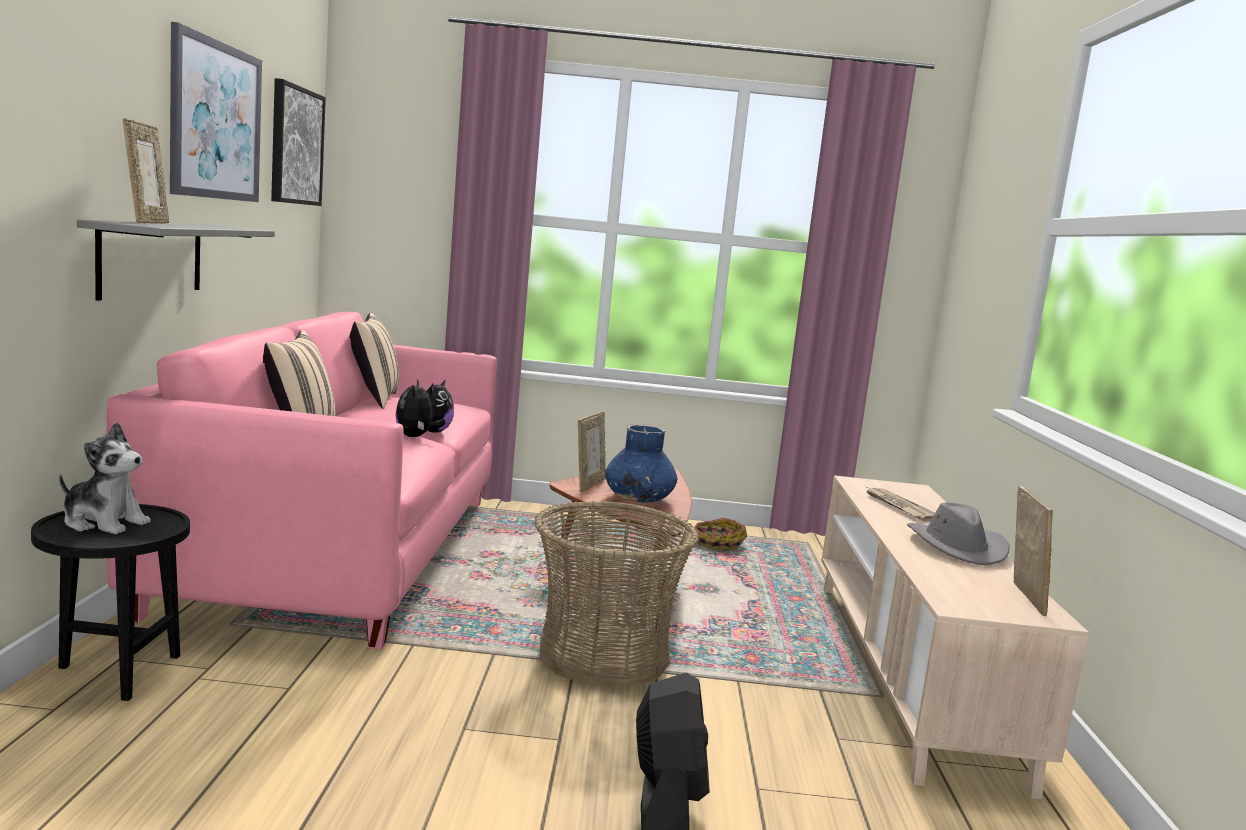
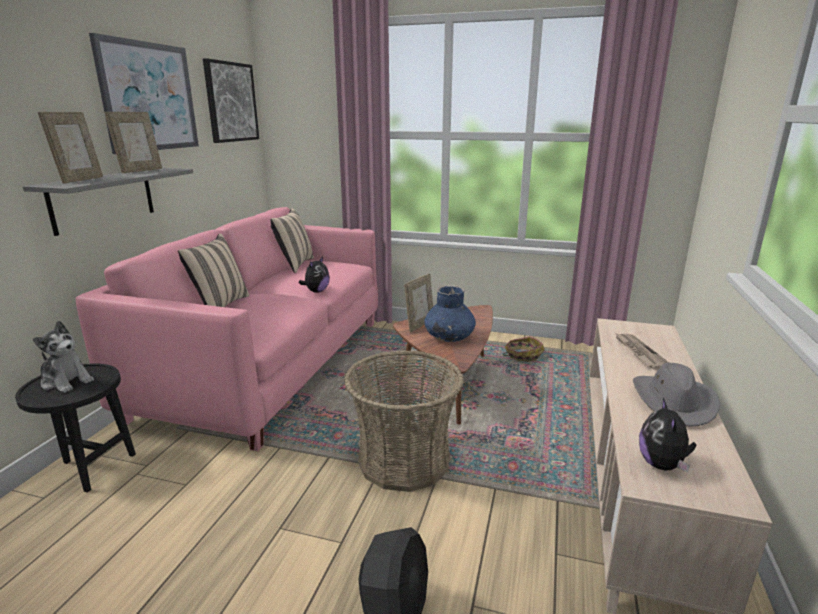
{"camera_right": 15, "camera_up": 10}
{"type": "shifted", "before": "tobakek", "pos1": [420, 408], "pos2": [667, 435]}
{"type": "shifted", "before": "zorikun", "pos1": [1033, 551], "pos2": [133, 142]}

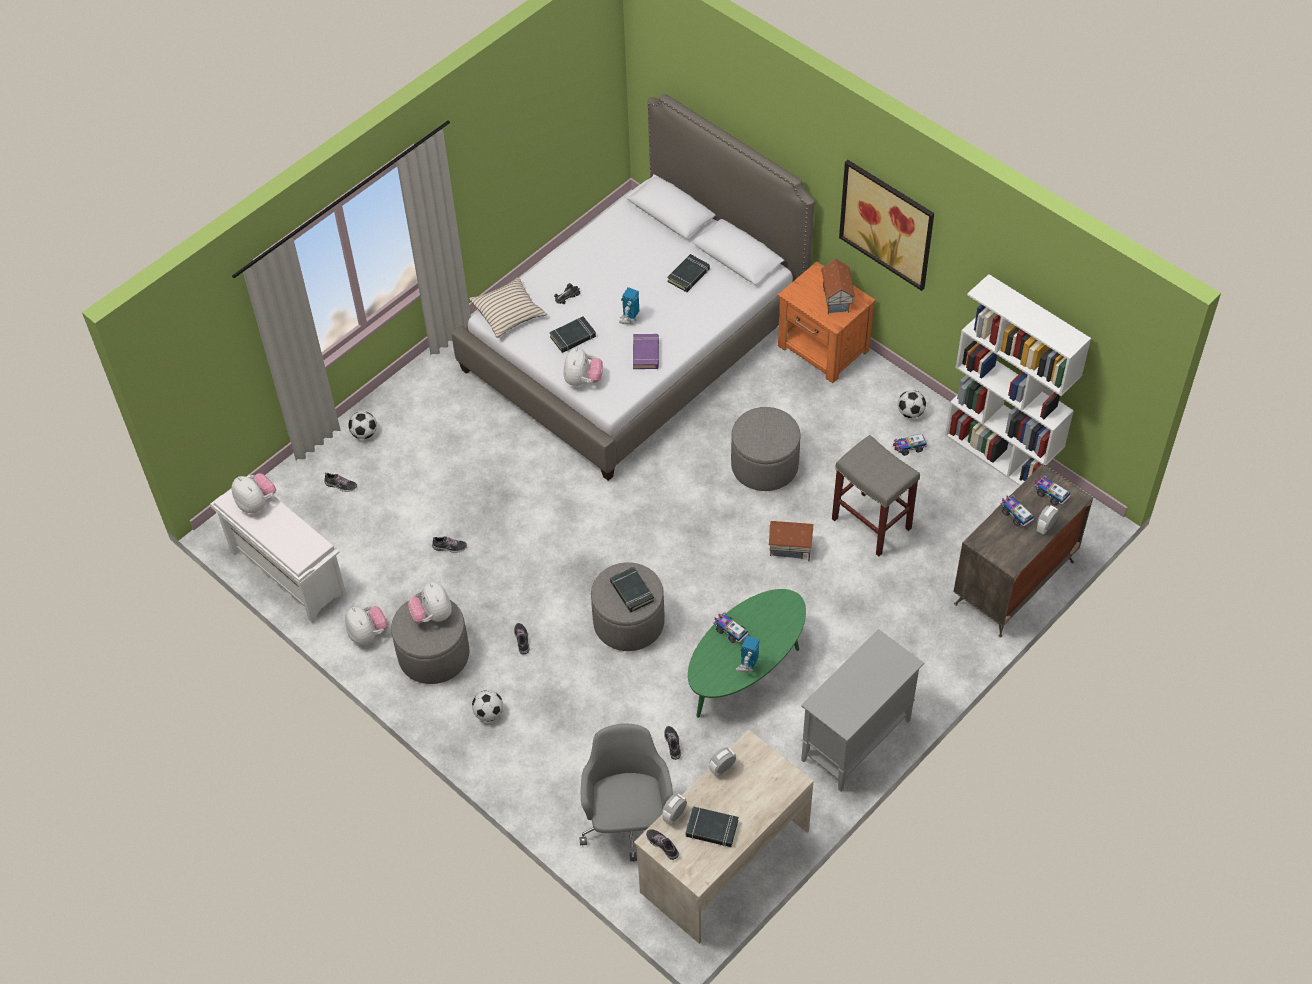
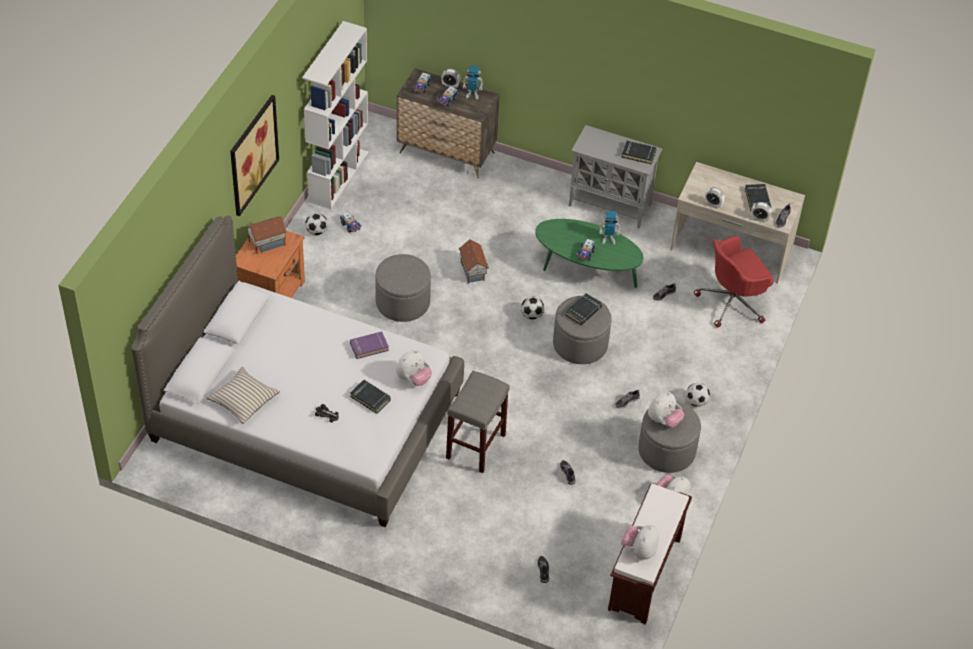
{"camera_right": -115, "camera_up": -5}
{"type": "shifted", "before": "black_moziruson", "pos1": [688, 273], "pos2": [639, 152]}
{"type": "shifted", "before": "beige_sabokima", "pos1": [508, 307], "pos2": [243, 395]}
{"type": "shifted", "before": "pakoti", "pos1": [629, 305], "pos2": [473, 83]}
{"type": "rotated", "before": "tobakek", "pos1": [583, 366], "pos2": [414, 368], "turn": 150}
{"type": "shifted", "before": "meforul", "pos1": [362, 425], "pos2": [532, 307]}
{"type": "shifted", "before": "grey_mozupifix", "pos1": [876, 495], "pos2": [477, 421]}
{"type": "repainted", "before": "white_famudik", "after": "brown_famudik", "pos1": [278, 549], "pos2": [650, 554]}
{"type": "repainted", "before": "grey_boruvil", "after": "red_boruvil", "pos1": [626, 792], "pos2": [734, 282]}

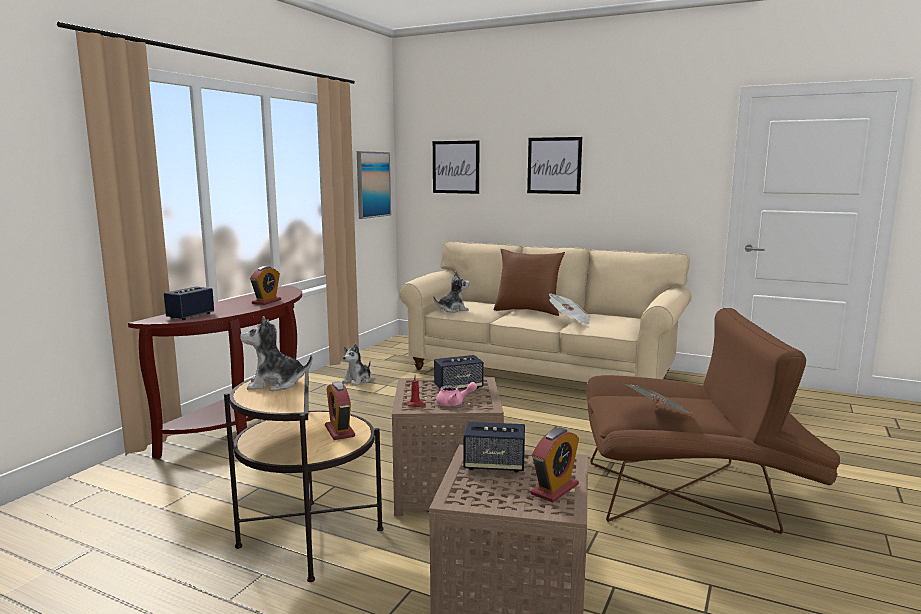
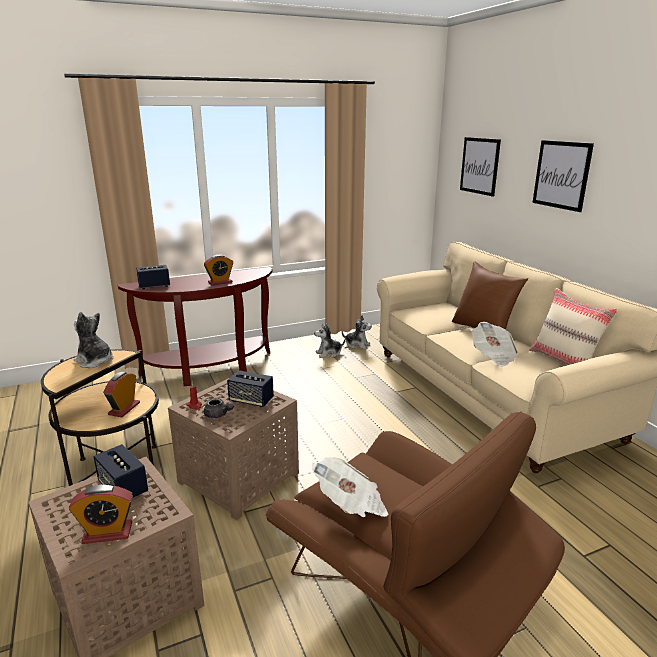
{"camera_right": 40, "camera_up": 10}
{"type": "gone", "before": "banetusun", "pos1": [374, 185]}
{"type": "shifted", "before": "tobakek", "pos1": [452, 292], "pos2": [357, 332]}
{"type": "repainted", "before": "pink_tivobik", "after": "grey_tivobik", "pos1": [456, 394], "pos2": [219, 408]}
{"type": "new", "after": "beige_sabokima", "pos2": [573, 326]}

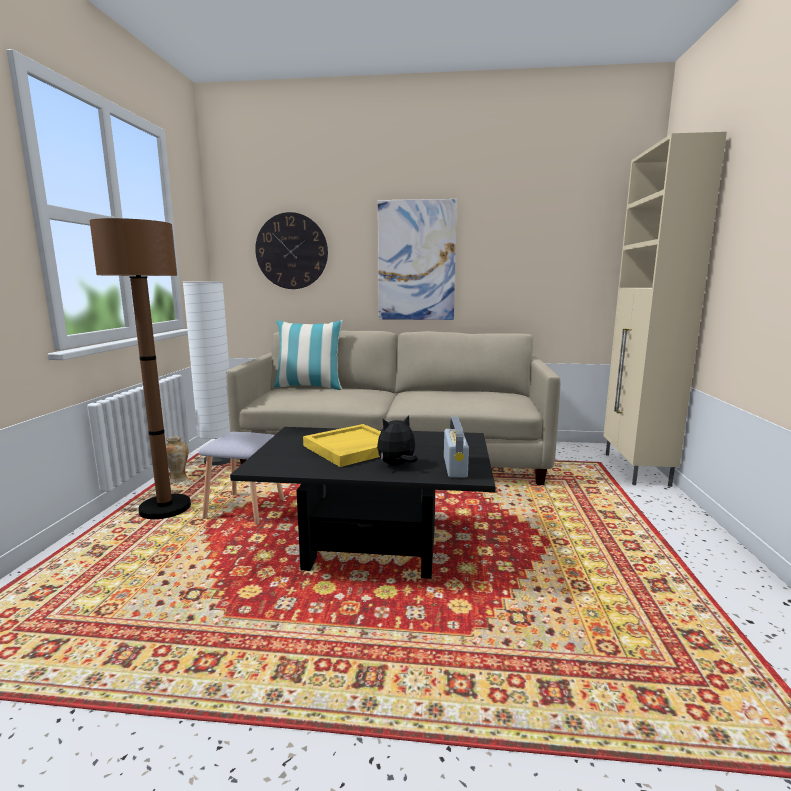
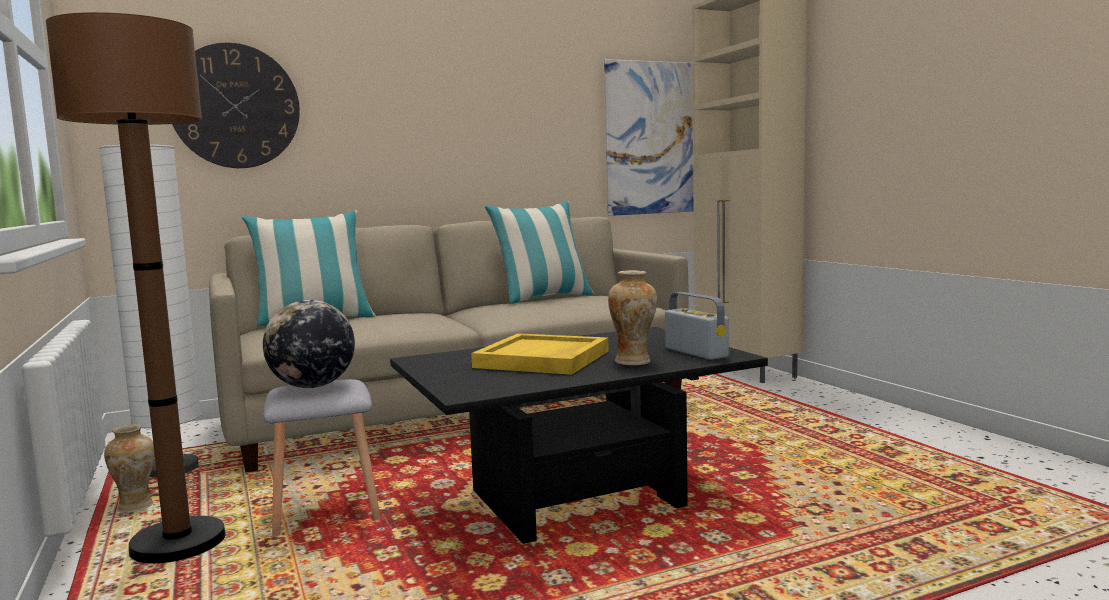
{"camera_right": -30, "camera_up": -5}
{"type": "shifted", "before": "banetusun", "pos1": [417, 259], "pos2": [648, 137]}
{"type": "swapped", "before": "tobakek", "after": "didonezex", "pos1": [397, 440], "pos2": [632, 317]}
{"type": "new", "after": "sabokima", "pos2": [539, 252]}
{"type": "new", "after": "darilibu", "pos2": [309, 344]}

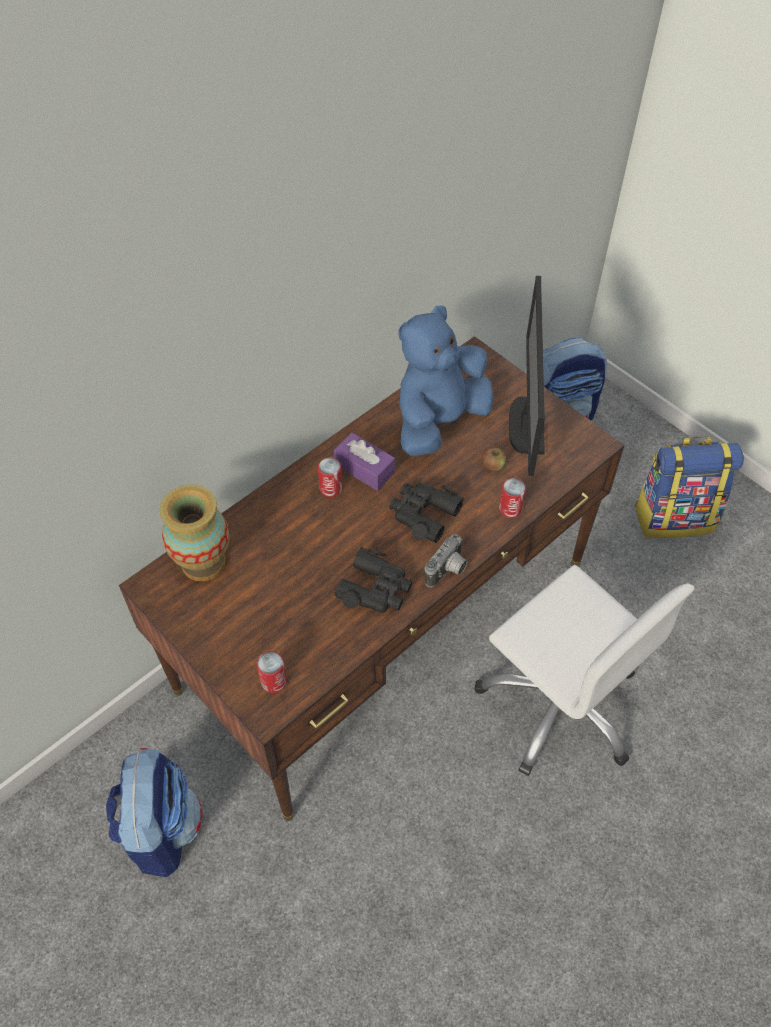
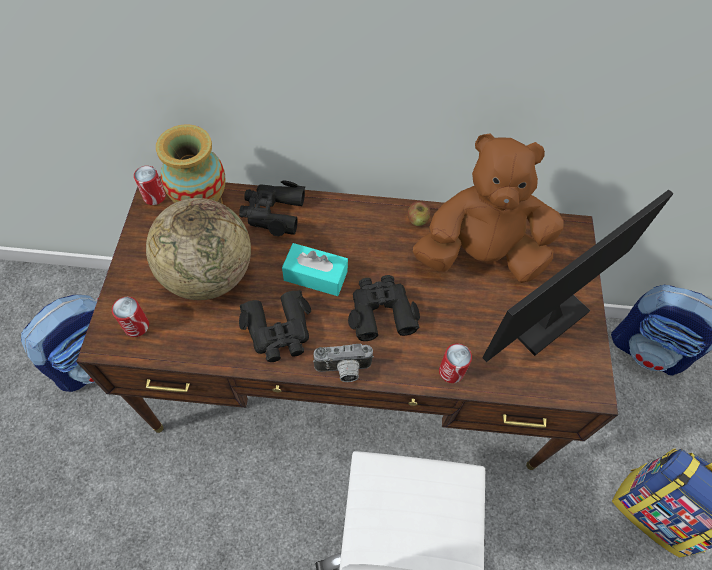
{"camera_right": 45, "camera_up": 5}
{"type": "repainted", "before": "blue_tobakek", "after": "brown_tobakek", "pos1": [446, 380], "pos2": [488, 208]}
{"type": "gone", "before": "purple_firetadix", "pos1": [364, 462]}
{"type": "shifted", "before": "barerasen", "pos1": [494, 459], "pos2": [419, 213]}
{"type": "shifted", "before": "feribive", "pos1": [330, 477], "pos2": [150, 185]}
{"type": "new", "after": "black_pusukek", "pos2": [272, 208]}
{"type": "new", "after": "darilibu", "pos2": [198, 249]}
{"type": "new", "after": "turquoise_firetadix", "pos2": [315, 269]}

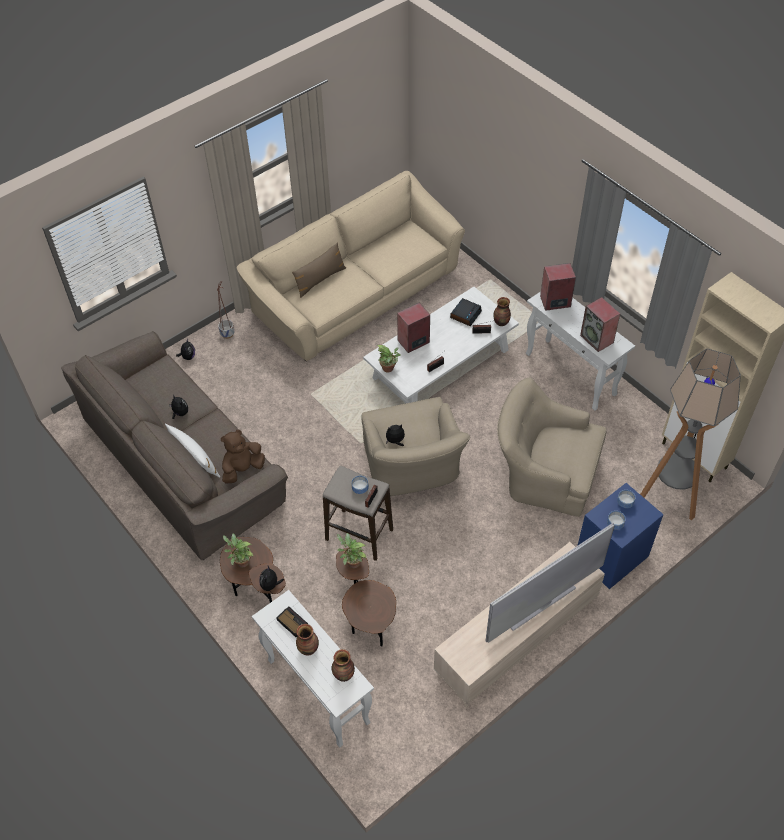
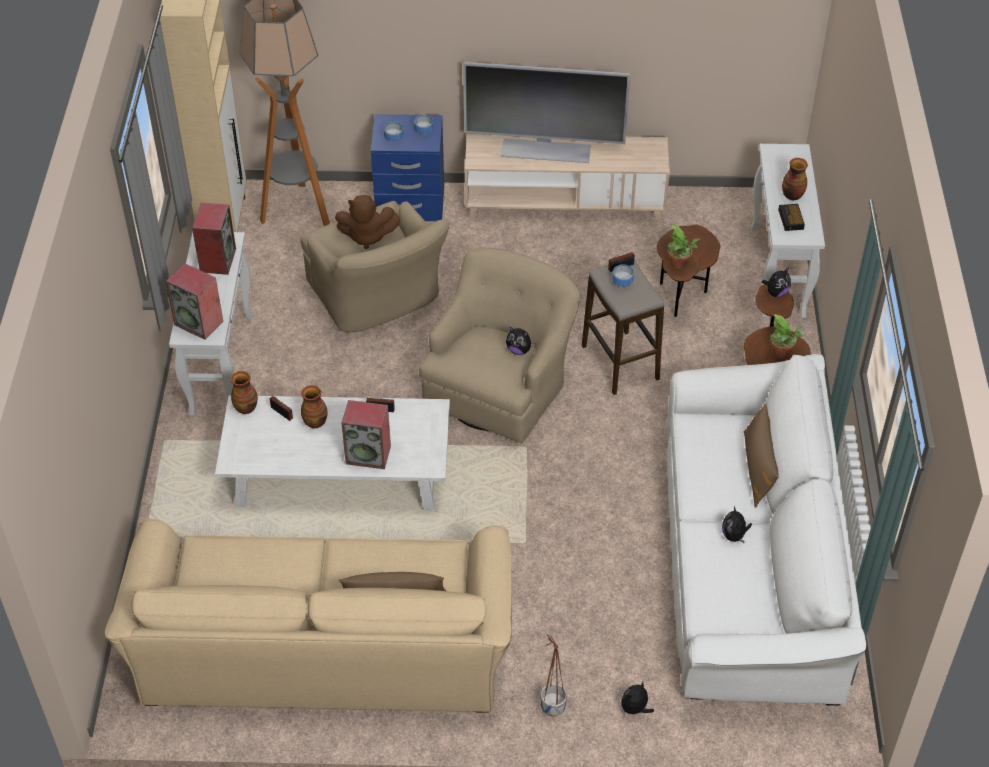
{"camera_right": -140, "camera_up": -5}
{"type": "gone", "before": "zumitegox", "pos1": [466, 312]}
{"type": "repainted", "before": "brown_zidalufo", "after": "white_zidalufo", "pos1": [174, 445], "pos2": [766, 530]}
{"type": "gone", "before": "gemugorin", "pos1": [389, 359]}
{"type": "repainted", "before": "white_sabokima", "after": "brown_sabokima", "pos1": [192, 451], "pos2": [761, 455]}
{"type": "shifted", "before": "brown_tobakek", "pos1": [243, 457], "pos2": [368, 222]}
{"type": "shifted", "before": "didonezex", "pos1": [343, 665], "pos2": [314, 406]}

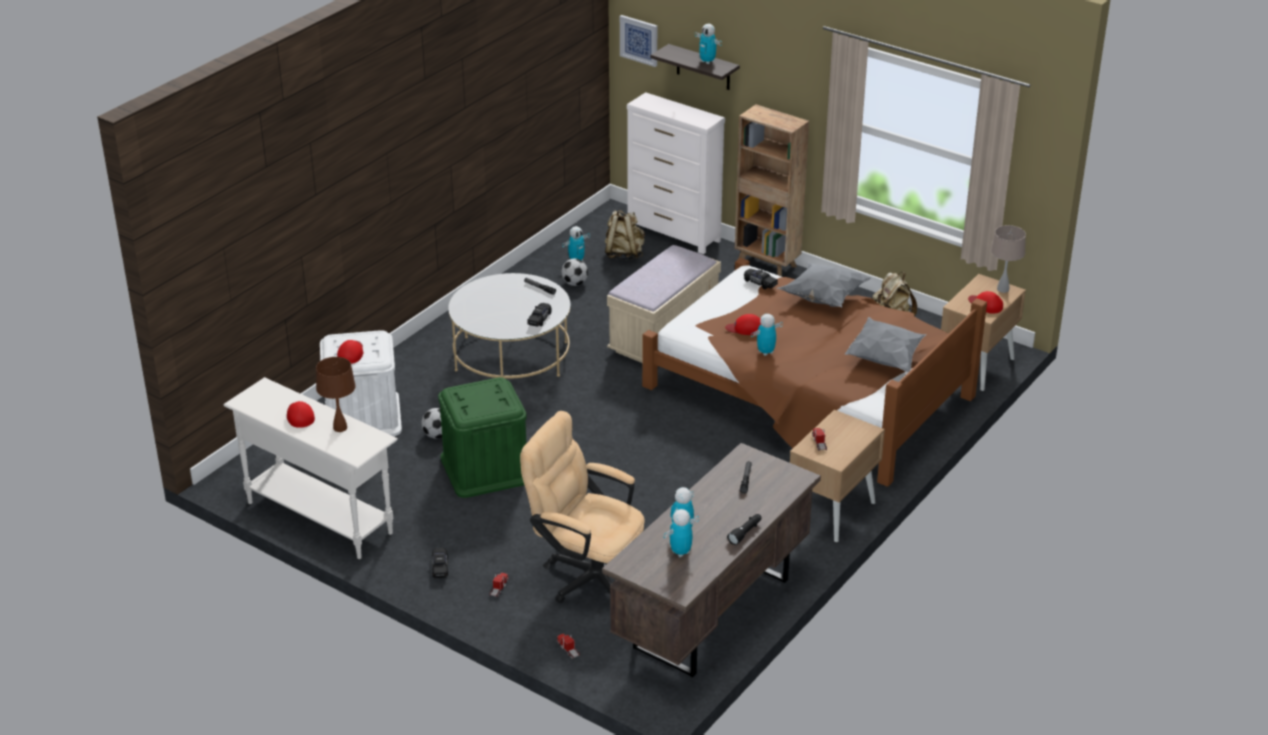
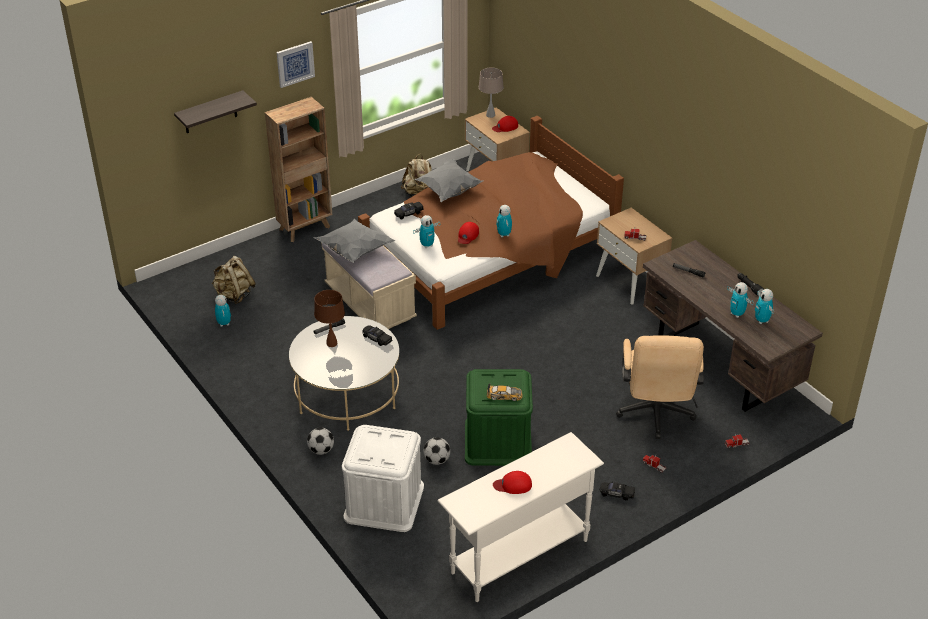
{"camera_right": -70, "camera_up": 5}
{"type": "shifted", "before": "banetusun", "pos1": [638, 41], "pos2": [296, 64]}
{"type": "shifted", "before": "pakoti", "pos1": [708, 44], "pos2": [427, 231]}
{"type": "gone", "before": "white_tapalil", "pos1": [676, 173]}
{"type": "shifted", "before": "meforul", "pos1": [574, 272], "pos2": [320, 441]}
{"type": "shifted", "before": "grey_sabokima", "pos1": [886, 344], "pos2": [354, 240]}
{"type": "gone", "before": "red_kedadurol", "pos1": [350, 352]}
{"type": "shifted", "before": "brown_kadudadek", "pos1": [336, 394], "pos2": [329, 318]}
{"type": "rotated", "before": "beige_boruvil", "pos1": [582, 507], "pos2": [660, 387], "turn": -45}
{"type": "new", "after": "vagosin", "pos2": [505, 392]}

